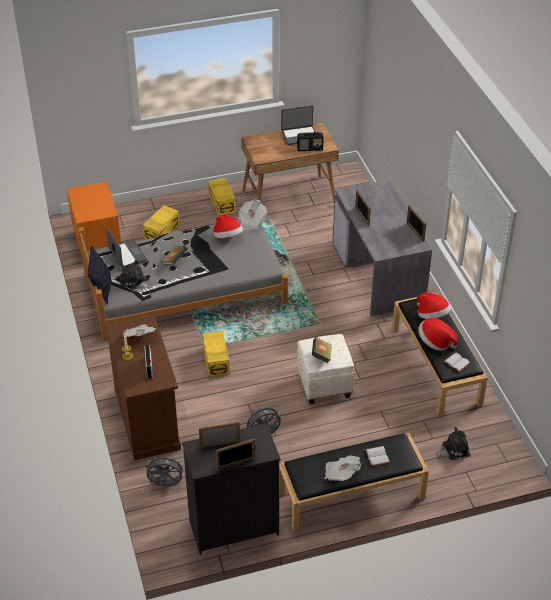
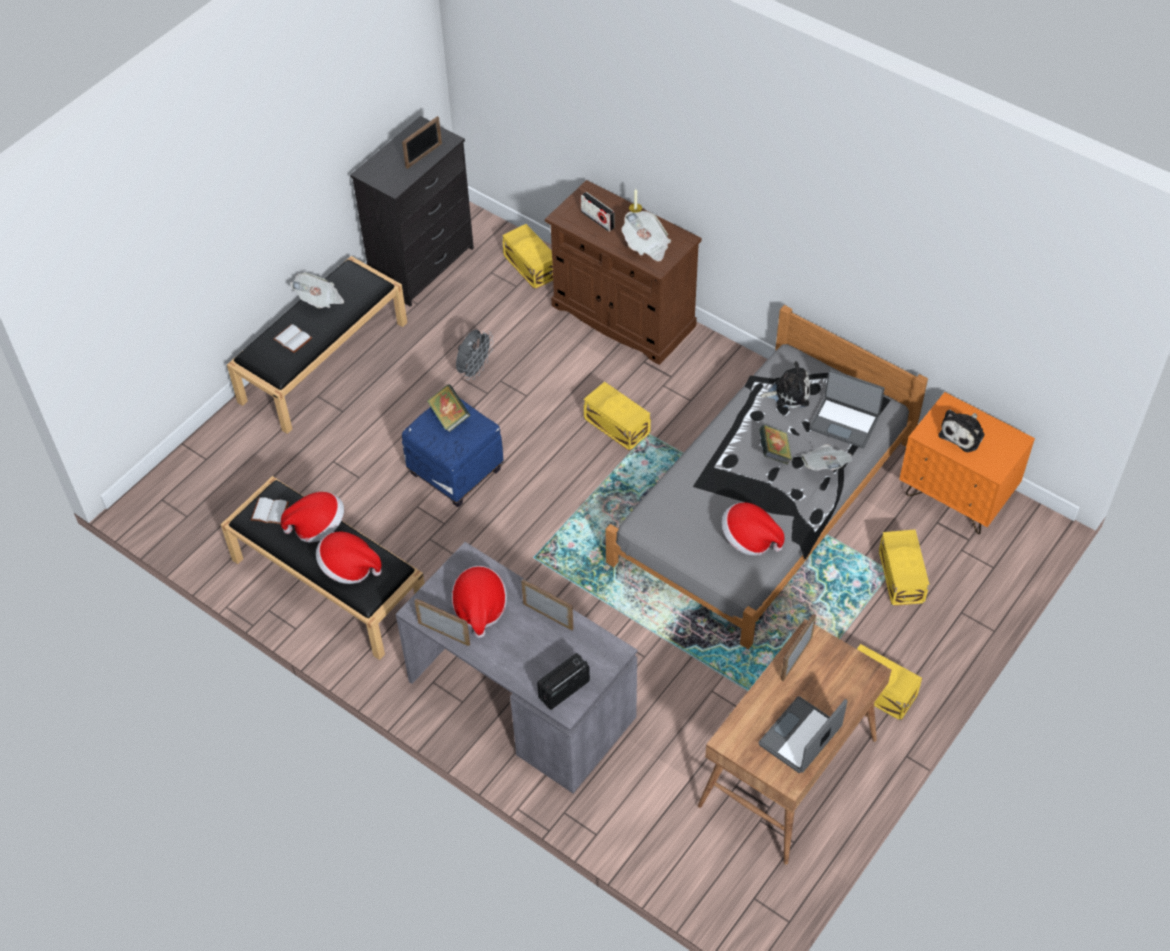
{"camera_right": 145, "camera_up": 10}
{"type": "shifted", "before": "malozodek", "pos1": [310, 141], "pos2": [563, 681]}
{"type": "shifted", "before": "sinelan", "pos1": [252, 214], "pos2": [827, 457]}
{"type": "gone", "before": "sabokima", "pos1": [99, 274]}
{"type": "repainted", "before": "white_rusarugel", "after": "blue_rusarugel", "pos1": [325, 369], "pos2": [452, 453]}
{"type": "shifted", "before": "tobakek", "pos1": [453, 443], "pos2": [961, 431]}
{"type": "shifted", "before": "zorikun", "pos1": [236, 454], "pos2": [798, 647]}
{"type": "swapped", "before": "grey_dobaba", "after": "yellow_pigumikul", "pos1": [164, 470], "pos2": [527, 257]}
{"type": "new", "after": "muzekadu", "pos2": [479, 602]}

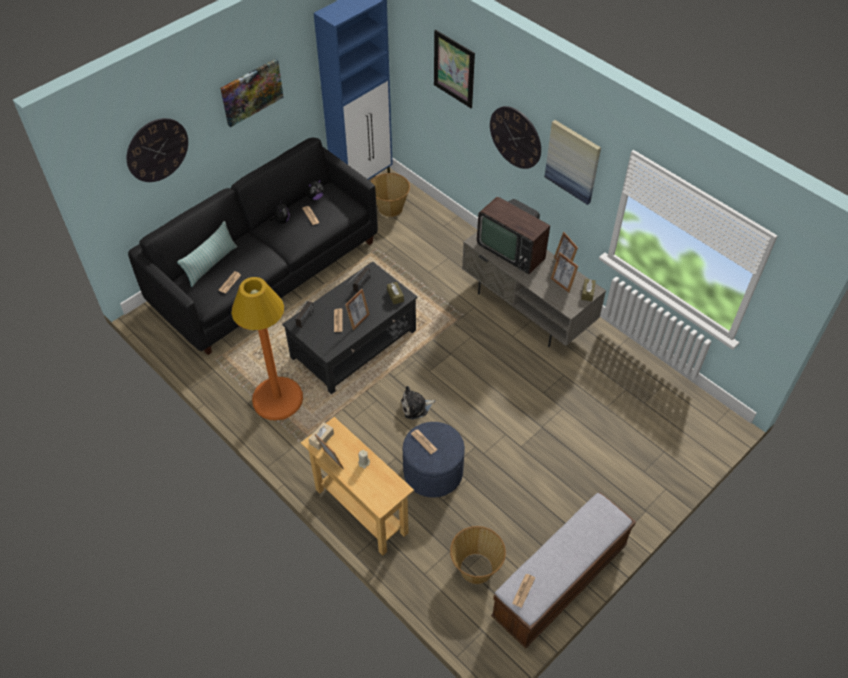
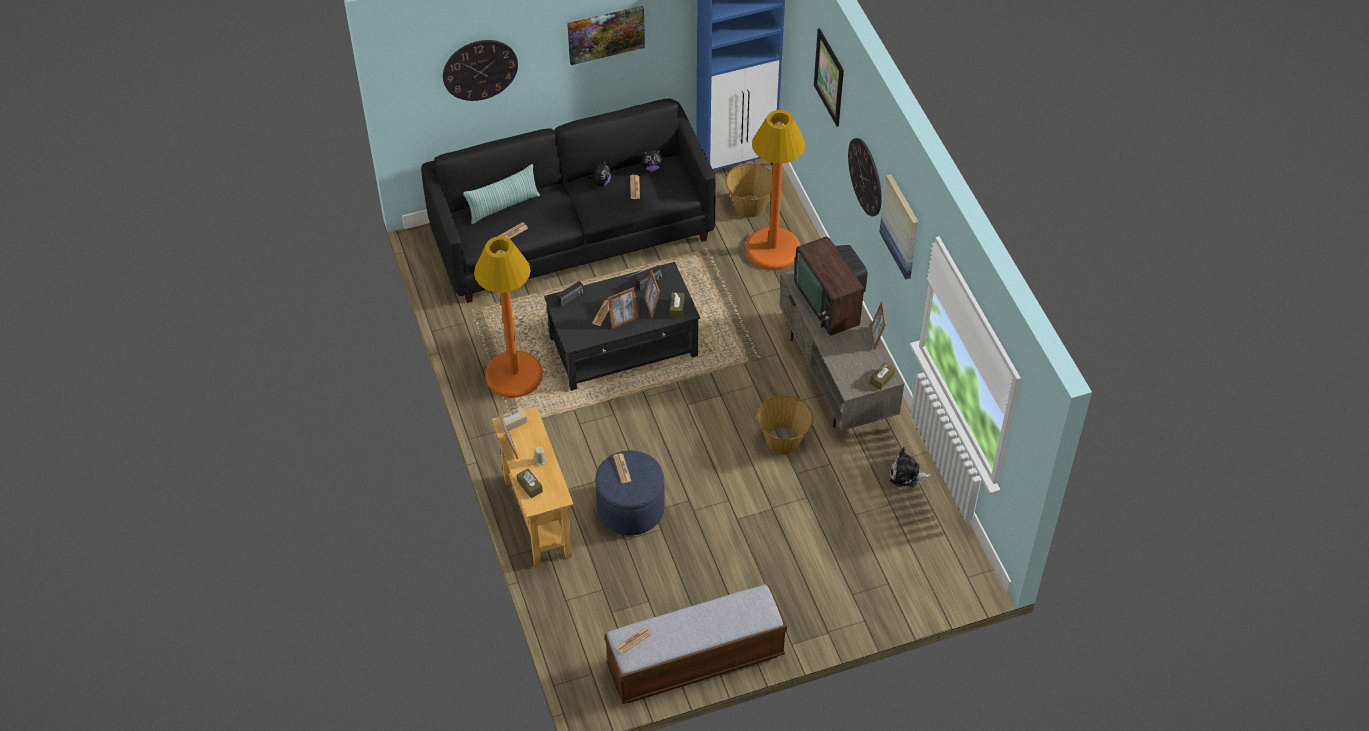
{"camera_right": 25, "camera_up": 0}
{"type": "shifted", "before": "zorikun", "pos1": [564, 272], "pos2": [652, 294]}
{"type": "shifted", "before": "tobakek", "pos1": [418, 403], "pos2": [911, 467]}
{"type": "shifted", "before": "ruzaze", "pos1": [478, 555], "pos2": [785, 425]}
{"type": "new", "after": "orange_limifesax", "pos2": [775, 190]}
{"type": "new", "after": "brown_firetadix", "pos2": [530, 483]}

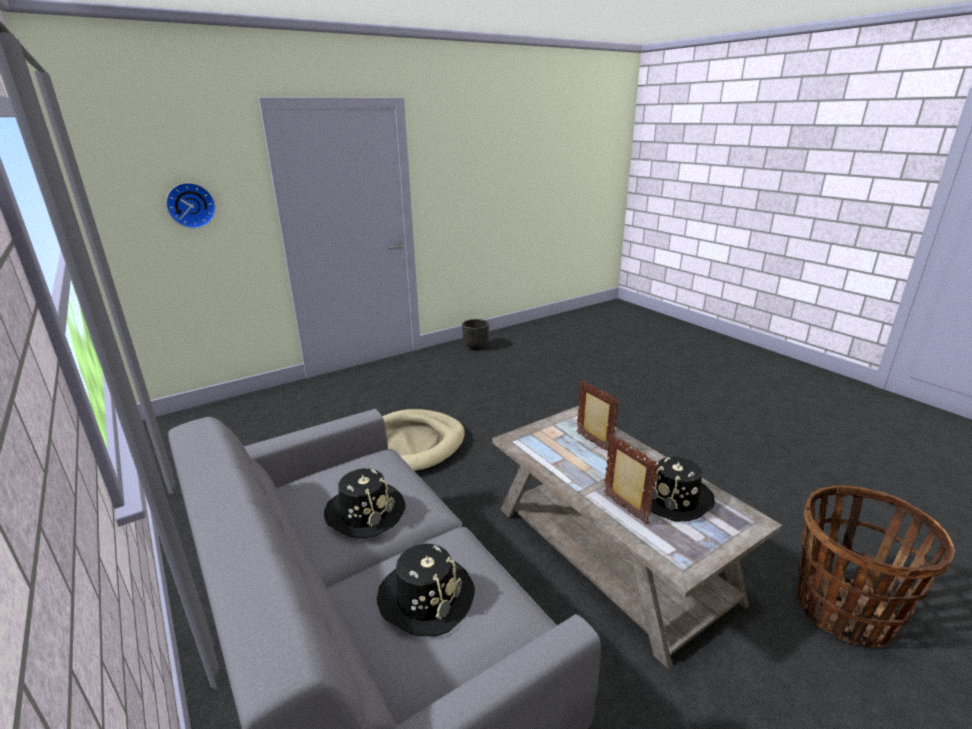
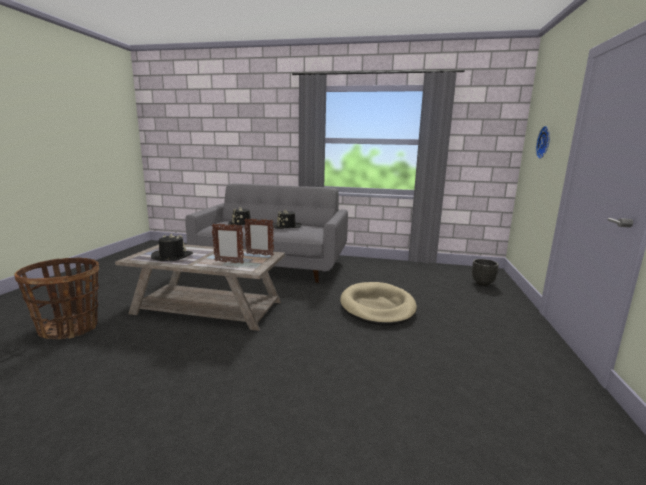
{"camera_right": 135, "camera_up": -10}
{"type": "shifted", "before": "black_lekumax", "pos1": [475, 334], "pos2": [485, 272]}
{"type": "shifted", "before": "zorikun", "pos1": [631, 479], "pos2": [259, 237]}

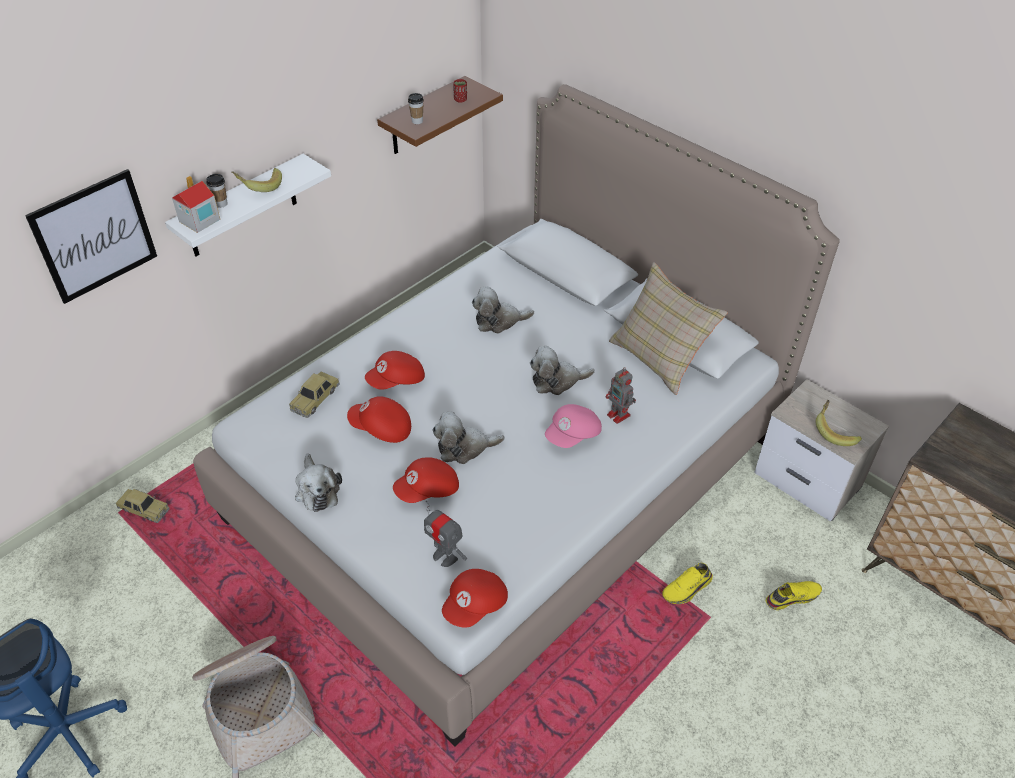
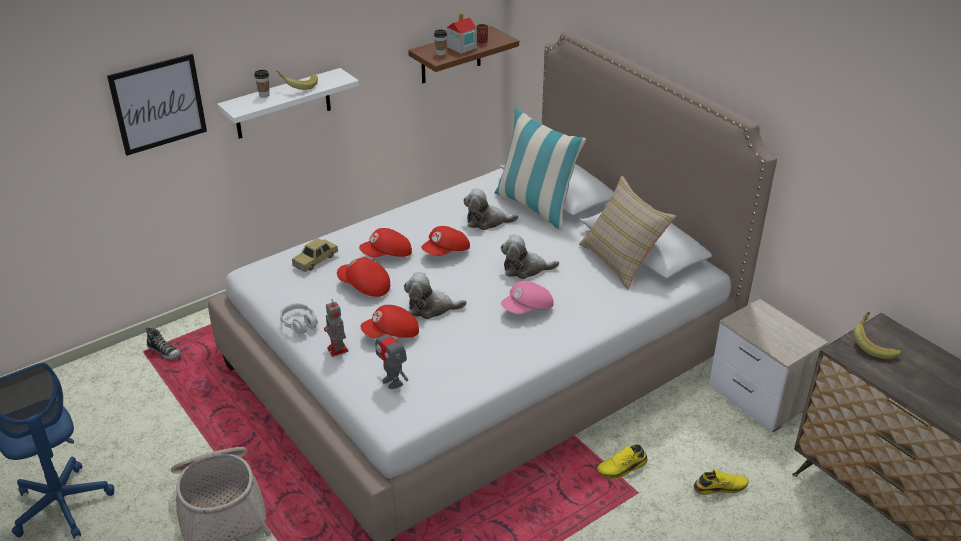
{"camera_right": 10, "camera_up": -10}
{"type": "shifted", "before": "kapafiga", "pos1": [196, 204], "pos2": [462, 33]}
{"type": "shifted", "before": "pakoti", "pos1": [621, 395], "pos2": [336, 328]}
{"type": "shifted", "before": "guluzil", "pos1": [839, 423], "pos2": [877, 335]}
{"type": "swapped", "before": "tobakek", "after": "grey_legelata", "pos1": [318, 482], "pos2": [299, 318]}
{"type": "swapped", "before": "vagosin", "after": "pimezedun", "pos1": [143, 506], "pos2": [163, 343]}
{"type": "shifted", "before": "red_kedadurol", "pos1": [475, 598], "pos2": [445, 241]}
{"type": "new", "after": "sabokima", "pos2": [540, 169]}

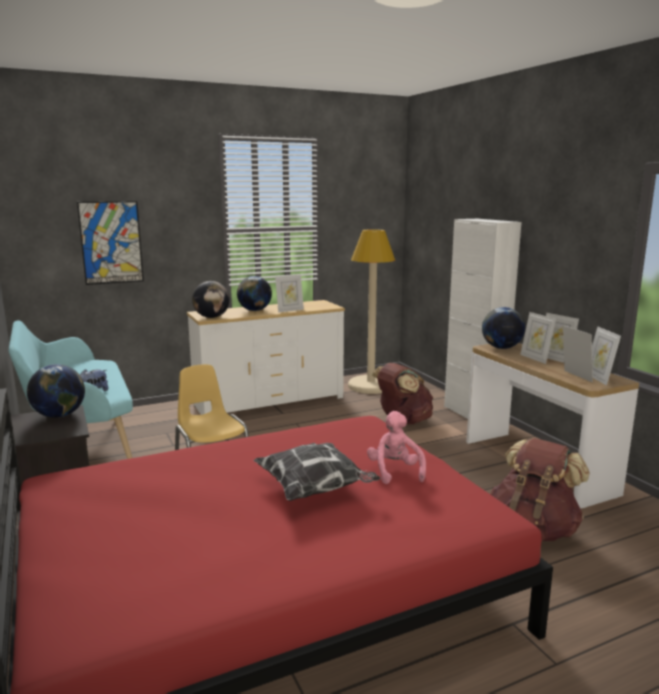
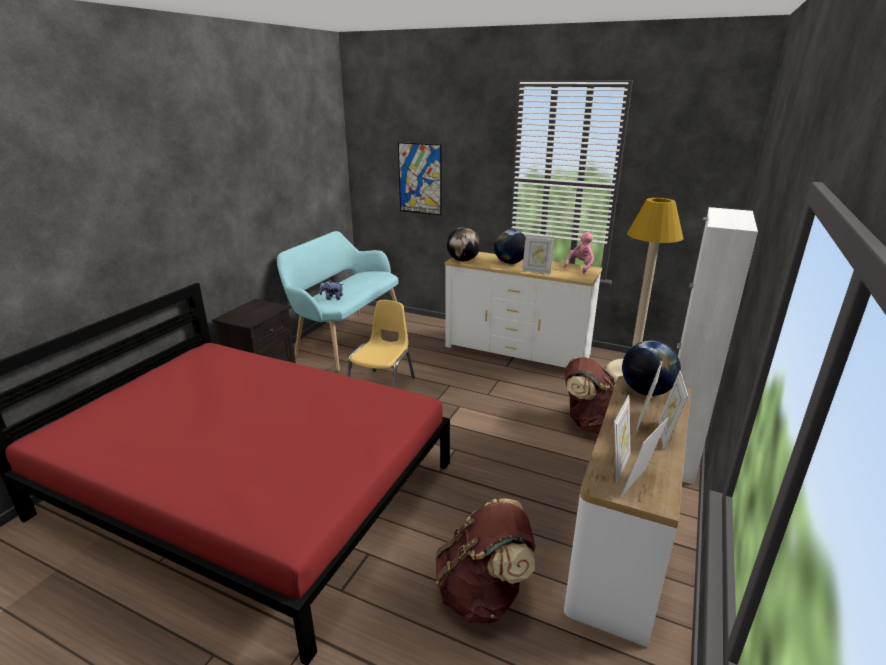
{"camera_right": 50, "camera_up": 10}
{"type": "gone", "before": "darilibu", "pos1": [56, 391]}
{"type": "shifted", "before": "pink_tobakek", "pos1": [396, 447], "pos2": [578, 252]}
{"type": "gone", "before": "sabokima", "pos1": [316, 472]}

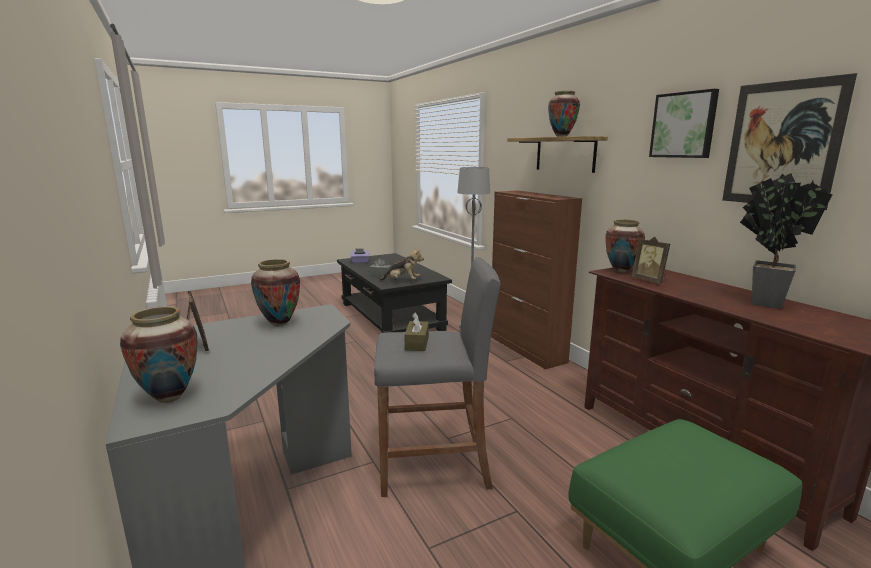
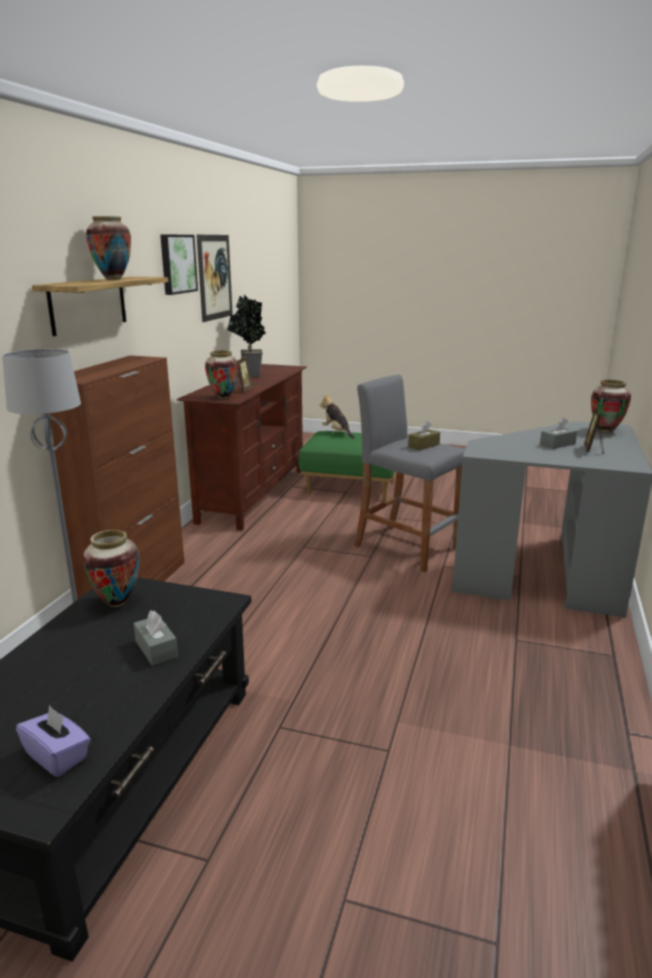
{"camera_right": -135, "camera_up": 5}
{"type": "shifted", "before": "tobakek", "pos1": [401, 264], "pos2": [337, 416]}
{"type": "shifted", "before": "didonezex", "pos1": [275, 292], "pos2": [111, 568]}
{"type": "new", "after": "grey_firetadix", "pos2": [558, 433]}

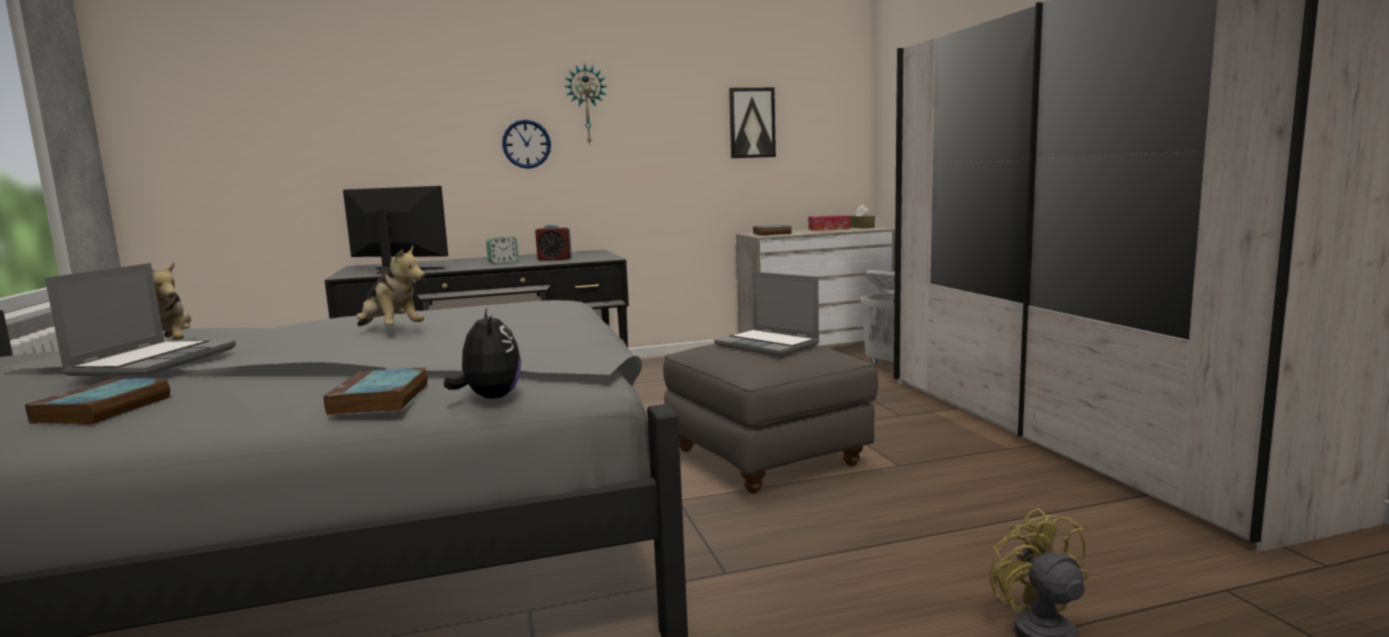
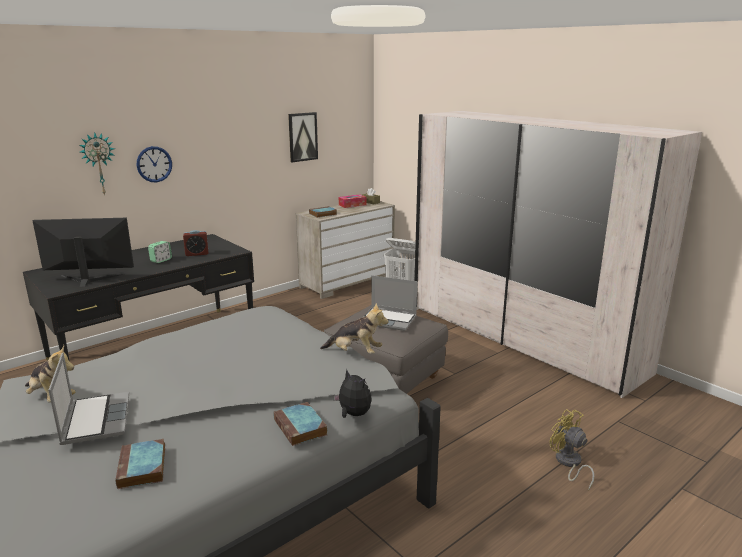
{"camera_right": -25, "camera_up": 10}
{"type": "shifted", "before": "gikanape", "pos1": [585, 104], "pos2": [97, 164]}
{"type": "shifted", "before": "tobakek", "pos1": [391, 285], "pos2": [354, 328]}

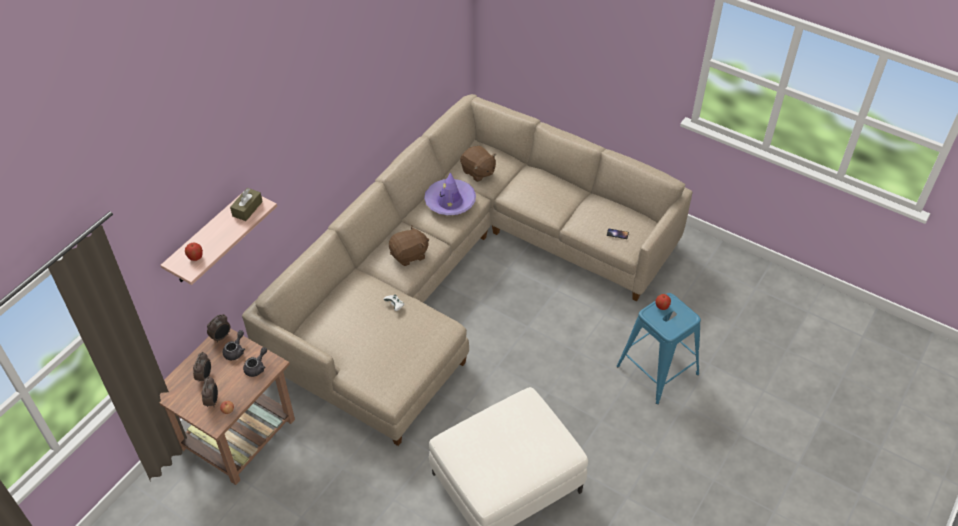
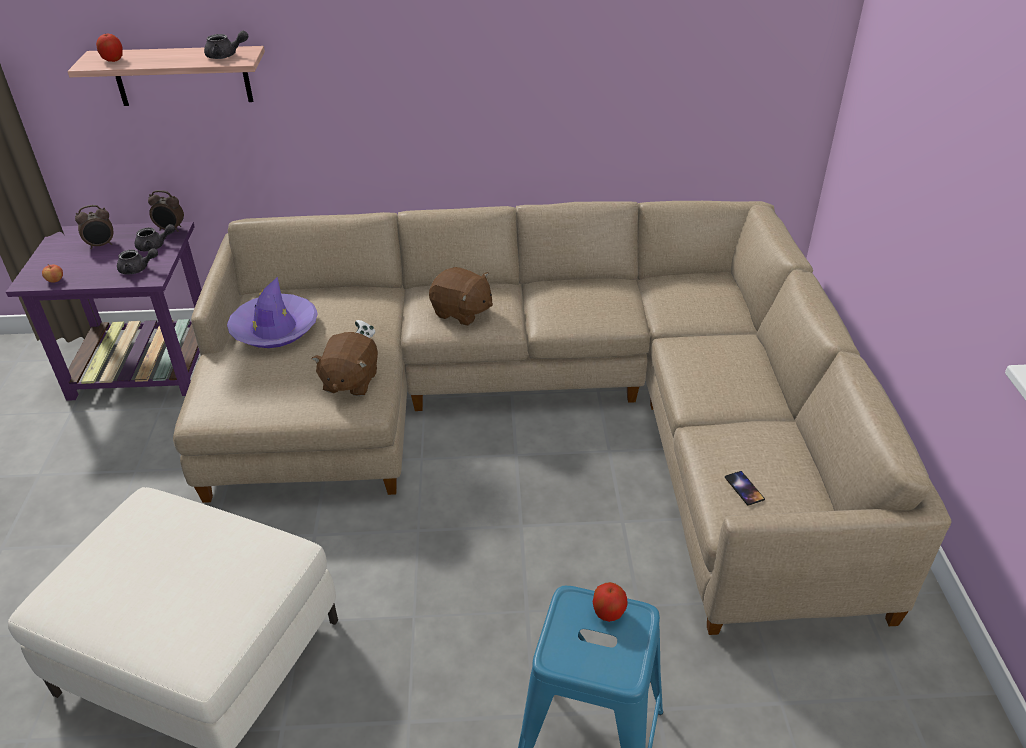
{"camera_right": 55, "camera_up": -10}
{"type": "shifted", "before": "brown_tobakek", "pos1": [478, 164], "pos2": [344, 364]}
{"type": "shifted", "before": "purple_muzekadu", "pos1": [450, 193], "pos2": [272, 312]}
{"type": "swapped", "before": "brown_firetadix", "after": "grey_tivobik", "pos1": [246, 204], "pos2": [226, 45]}
{"type": "repainted", "before": "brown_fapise", "after": "purple_fapise", "pos1": [227, 406], "pos2": [104, 311]}
{"type": "gone", "before": "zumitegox", "pos1": [209, 392]}

